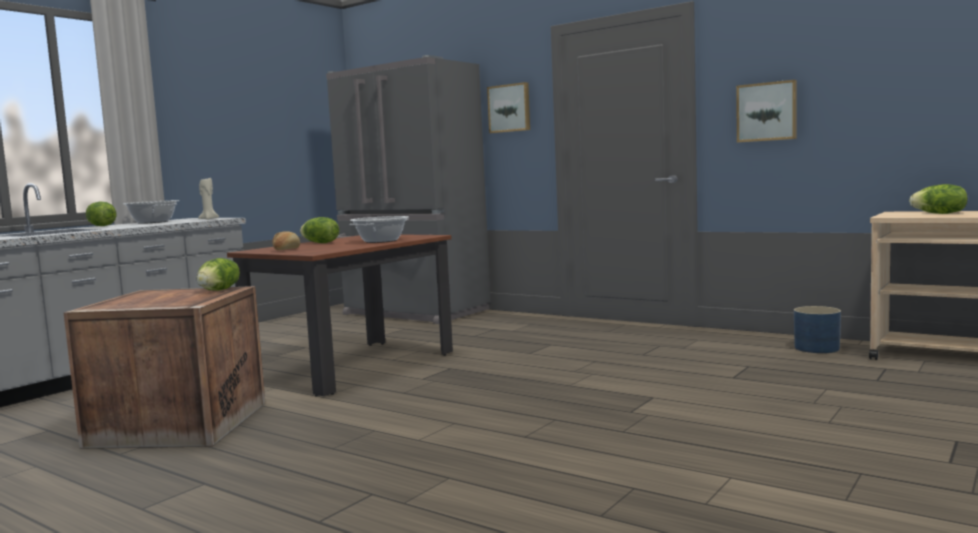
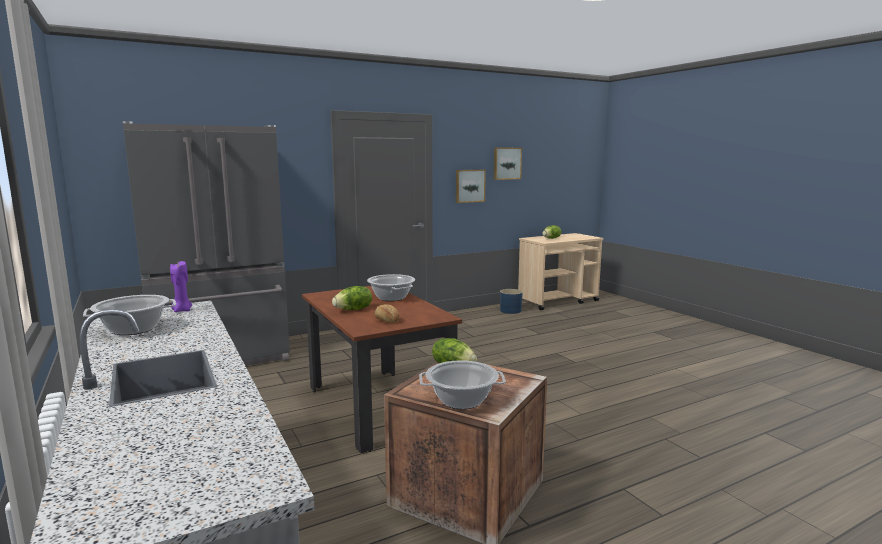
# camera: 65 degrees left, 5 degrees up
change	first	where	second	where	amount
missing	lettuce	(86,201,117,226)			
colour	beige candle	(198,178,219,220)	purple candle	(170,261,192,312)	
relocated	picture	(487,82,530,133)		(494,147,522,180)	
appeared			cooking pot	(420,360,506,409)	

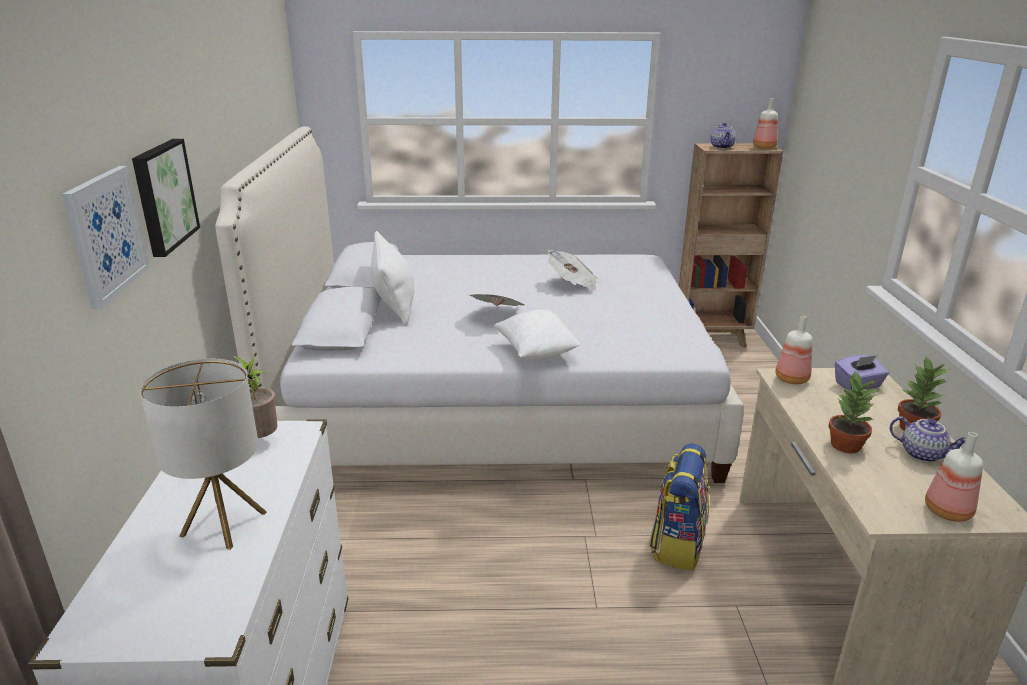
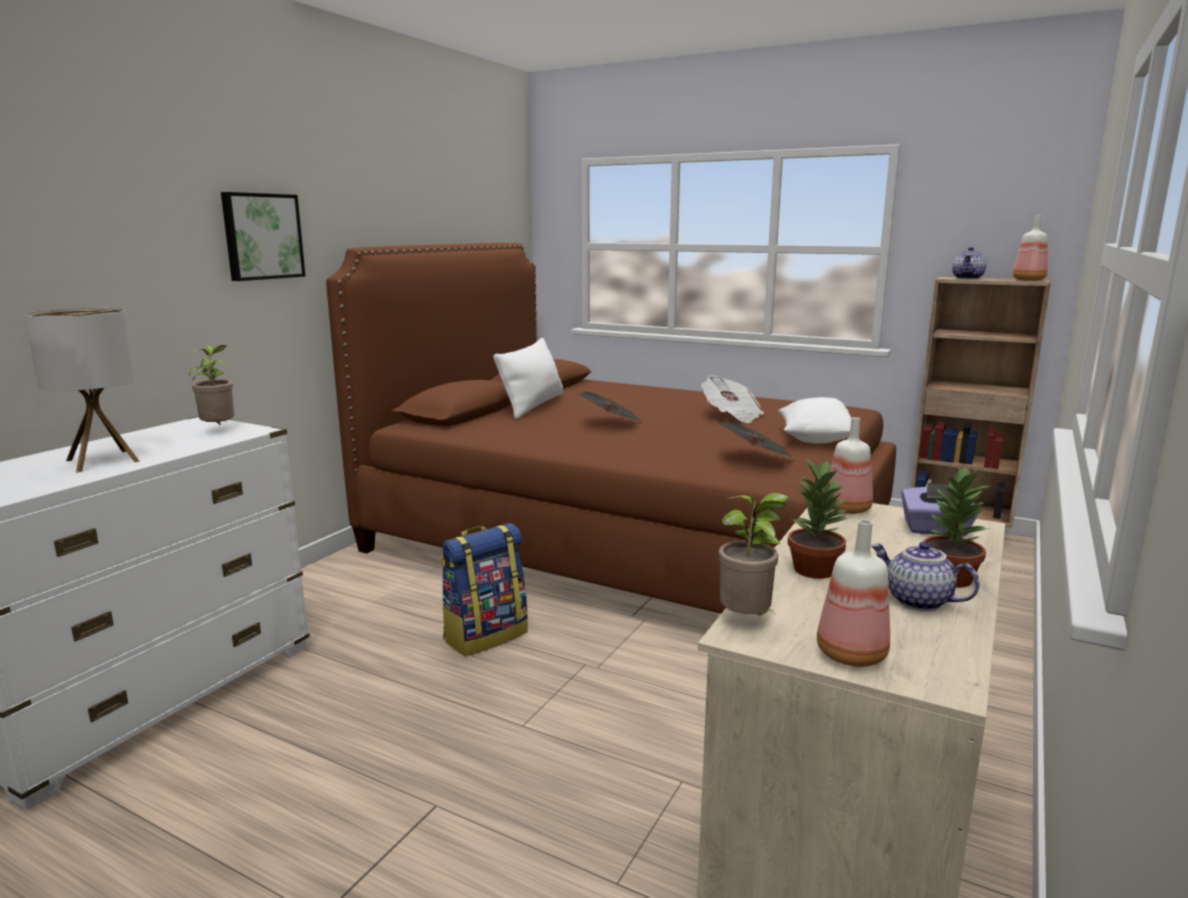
# camera: 30 degrees right, 10 degrees down
change	first	where	second	where	amount
missing	picture	(62,166,150,309)			
colour	white bed	(215,126,744,483)	brown bed	(326,243,896,614)	
relocated	white pillow	(493,309,581,360)		(778,397,851,443)	
relocated	backpack	(649,444,709,571)		(440,523,527,656)	
spun	teapot	(890,417,966,462)		(871,542,980,611)	150 degrees clockwise
appeared			newspaper	(717,421,793,456)	
appeared			potted plant	(718,493,790,615)	

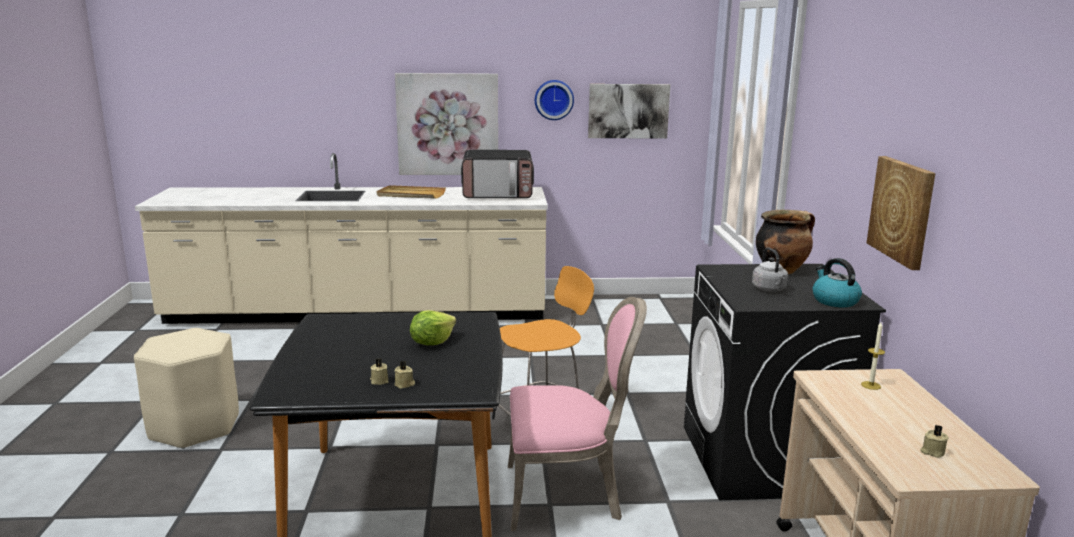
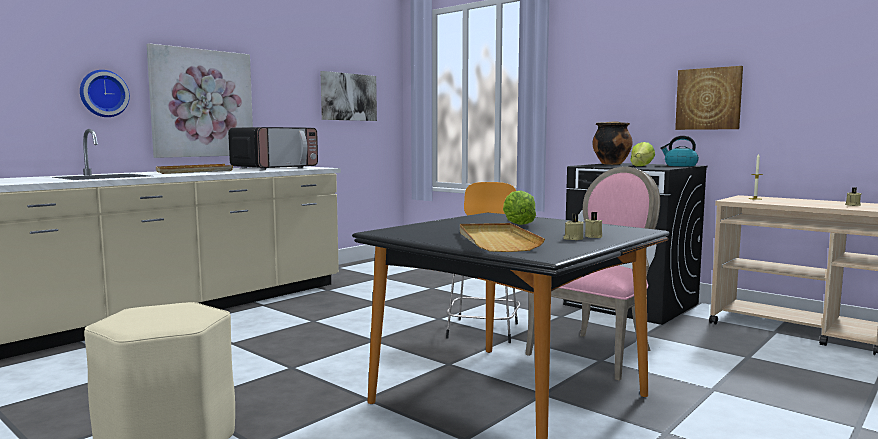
# camera: 45 degrees left, 10 degrees down
change	first	where	second	where	amount
relocated	wall clock	(535,80,574,120)		(80,70,130,117)	
exchanged	grey kettle	(752,247,788,292)	lettuce	(630,142,655,166)	
appeared			beige tray	(460,223,545,252)	

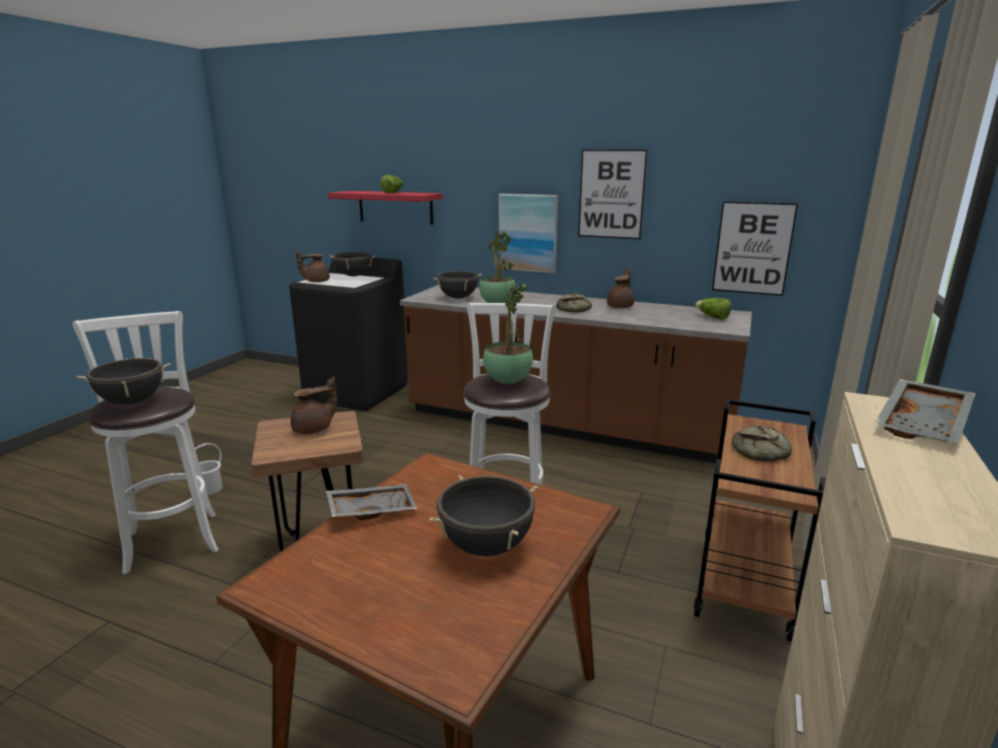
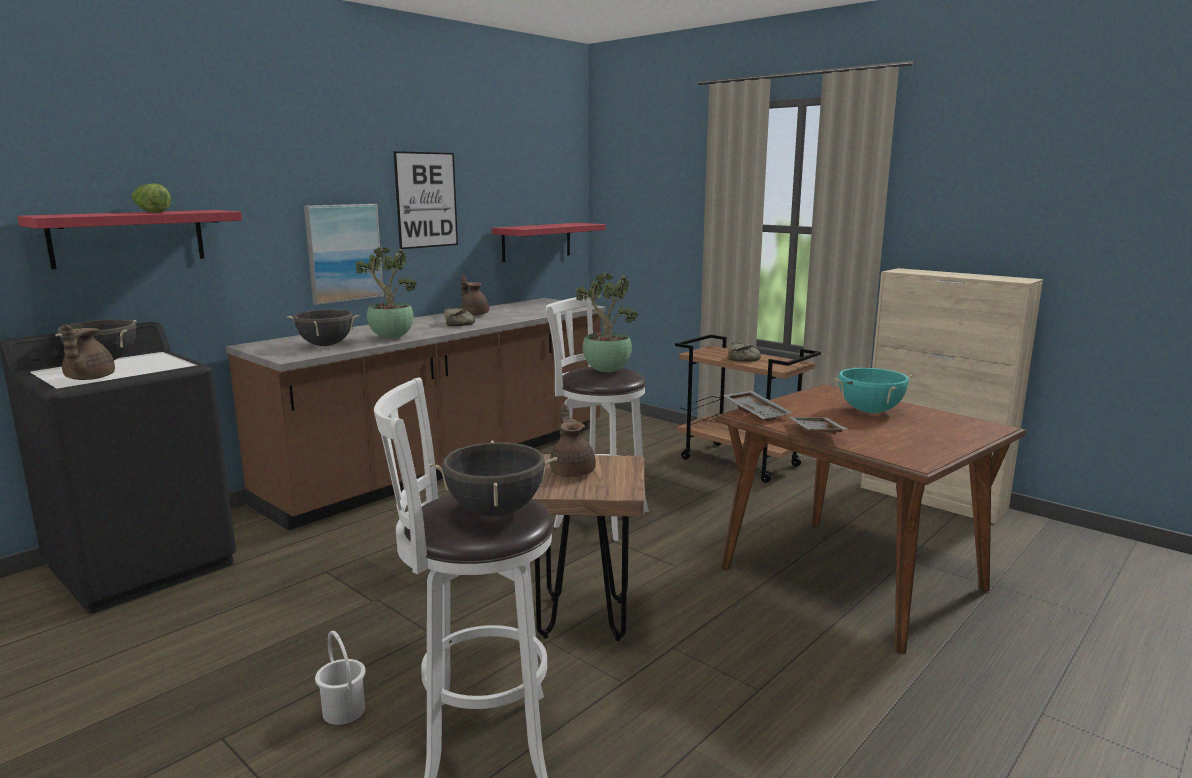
# camera: 70 degrees left, 5 degrees down
change	first	where	second	where	amount
colour	black cooking pot	(429,475,538,557)	turquoise cooking pot	(834,367,912,413)	
missing	lettuce	(695,298,731,320)			
exchanged	picture	(712,201,798,296)	red shelf	(492,223,606,262)	
relocated	grey tray	(874,379,976,443)		(723,390,793,422)	

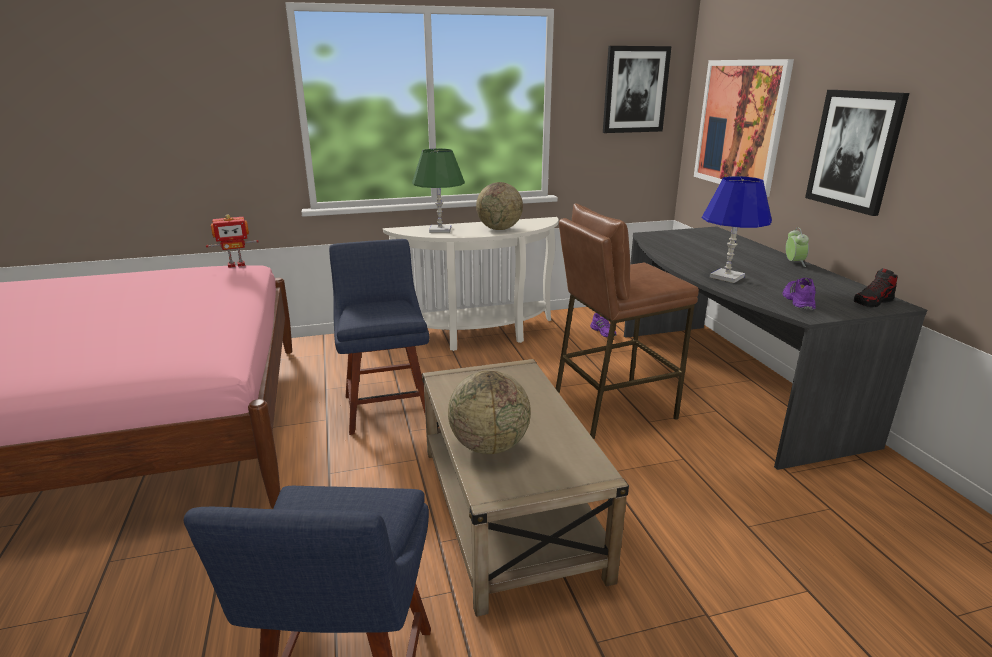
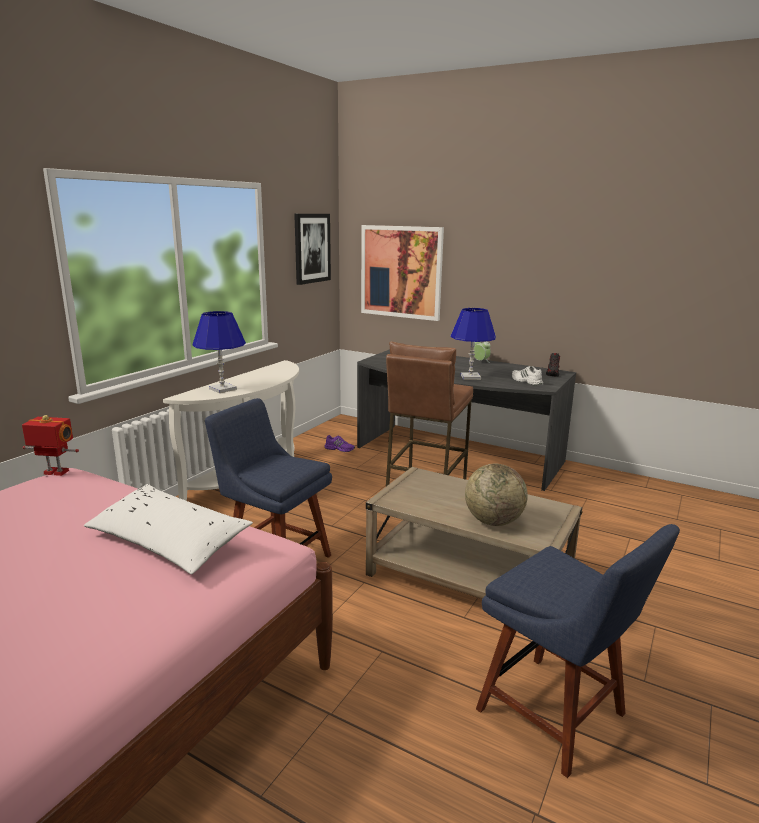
# camera: 45 degrees left, 5 degrees down
change	first	where	second	where	amount
spun	toy robot	(206,215,259,268)		(22,415,79,476)	105 degrees counterclockwise
colour	green table lamp	(412,148,465,233)	blue table lamp	(193,311,246,393)	
missing	globe	(476,182,523,230)			
colour	purple shoe	(782,278,816,310)	white shoe	(512,366,543,385)	
missing	picture	(805,90,909,216)			
appeared			white pillow	(84,484,253,574)	

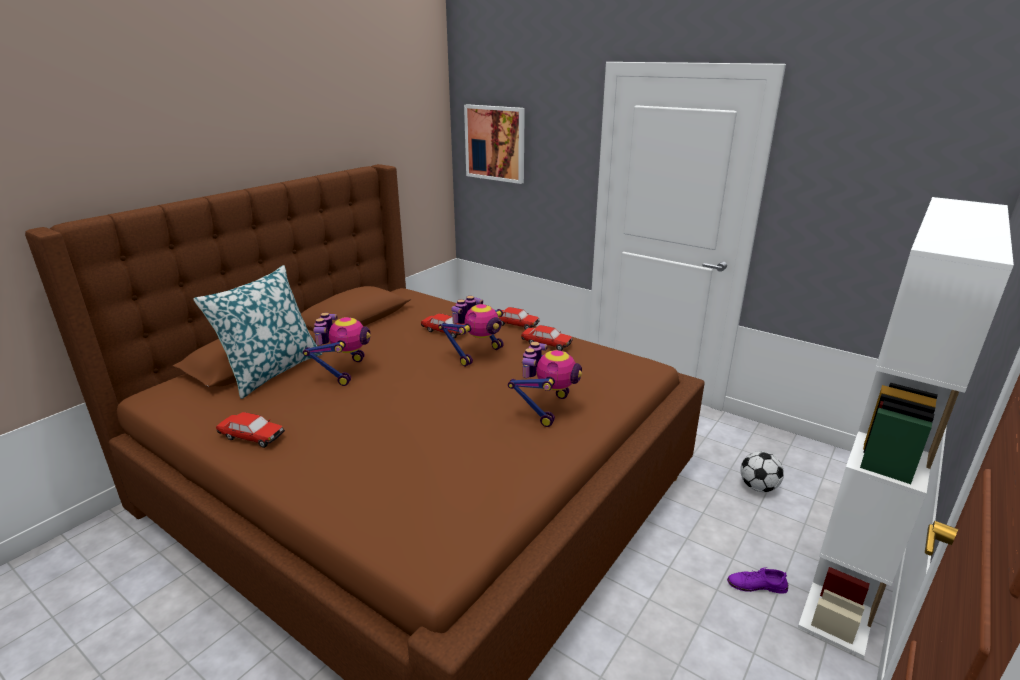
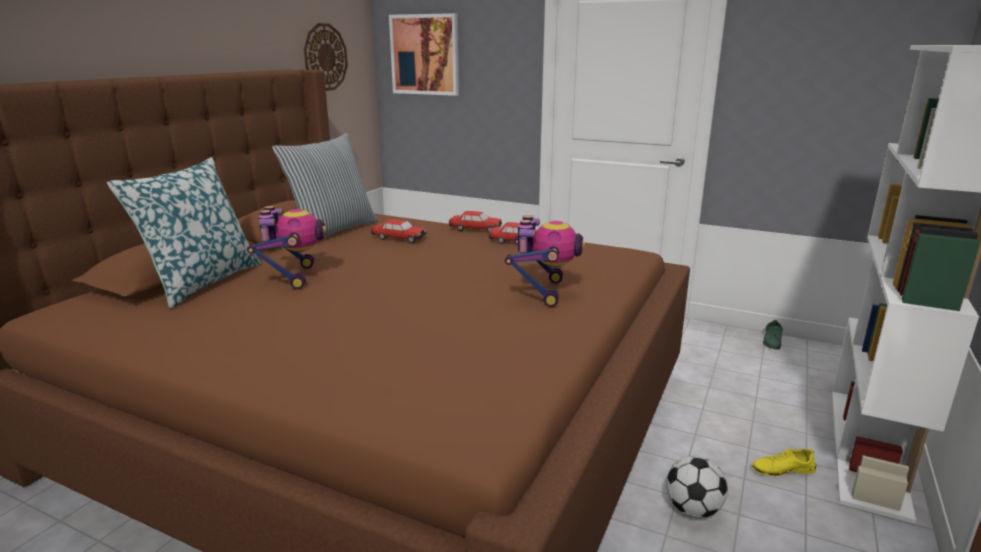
# camera: 10 degrees left, 5 degrees down
change	first	where	second	where	amount
missing	toy car	(216,412,285,448)			
missing	toy robot	(439,296,504,367)			
colour	purple shoe	(727,567,788,594)	yellow shoe	(752,447,816,476)	
relocated	football	(740,451,784,492)		(666,456,728,518)	
appeared			pillow	(272,133,378,241)	
appeared			wall clock	(304,23,348,91)	
appeared			green shoe	(763,320,783,350)	

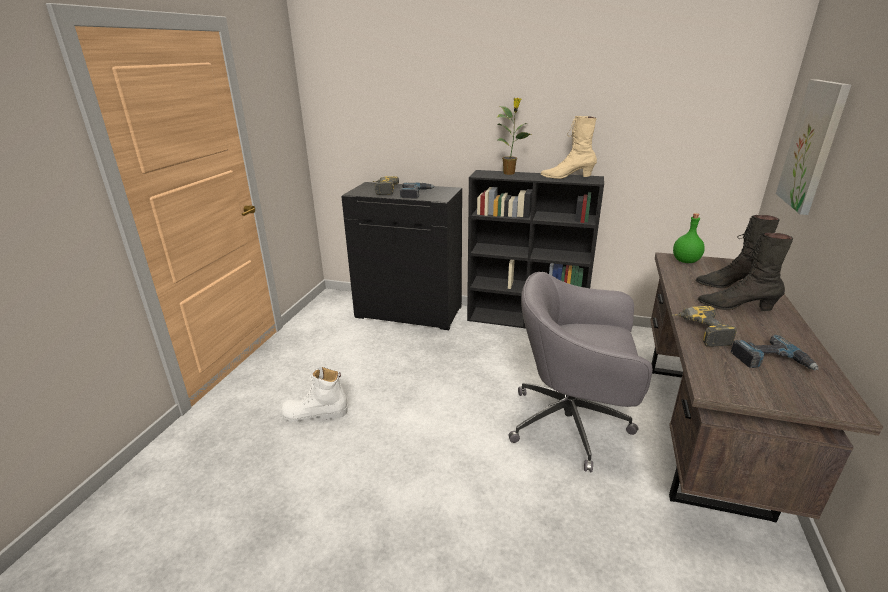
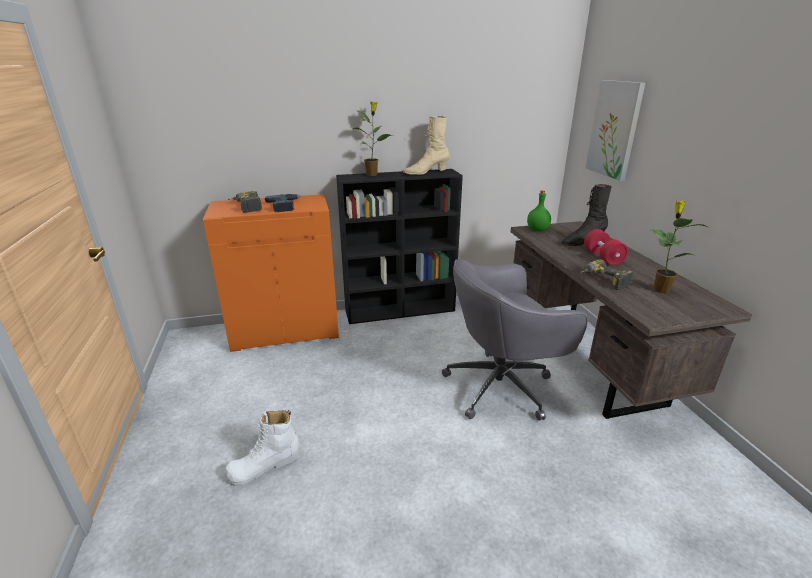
# camera: 30 degrees left, 0 degrees up
change	first	where	second	where	amount
colour	black cabinet	(341,182,462,330)	orange cabinet	(203,194,339,352)	
exchanged	black boot	(697,232,793,311)	red dumbbell	(584,229,628,266)	
exchanged	power drill	(731,335,819,370)	potted plant	(650,201,710,294)	

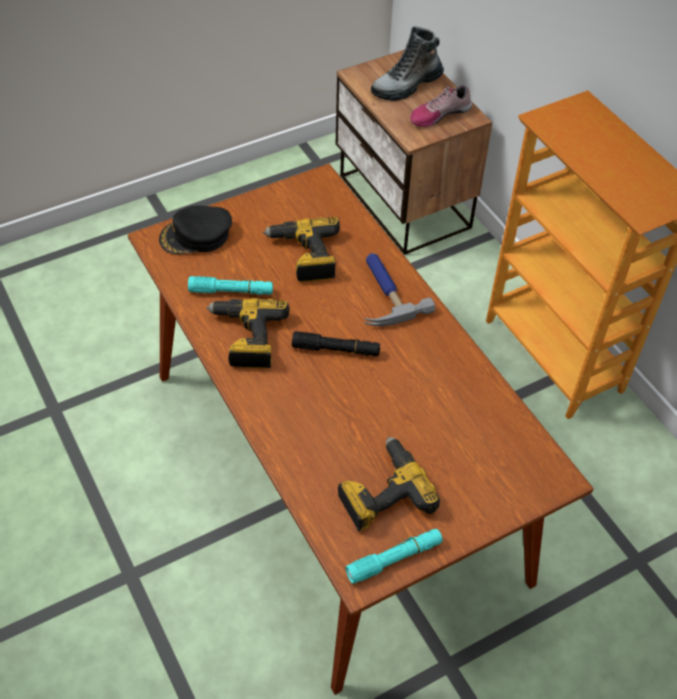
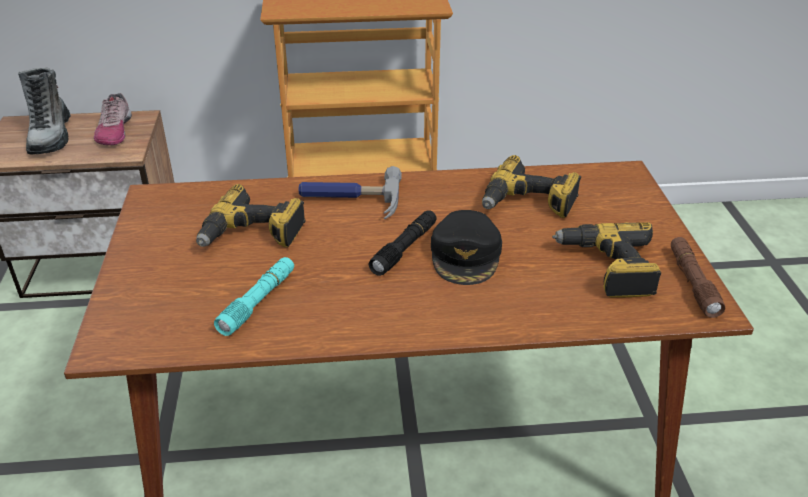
# camera: 65 degrees left, 15 degrees down
change	first	where	second	where	amount
relocated	black cap	(159,206,232,254)		(431,210,502,285)	
relocated	power drill	(206,298,290,368)		(482,155,581,218)	
colour	turquoise flashlight	(345,529,443,584)	brown flashlight	(671,237,725,318)	

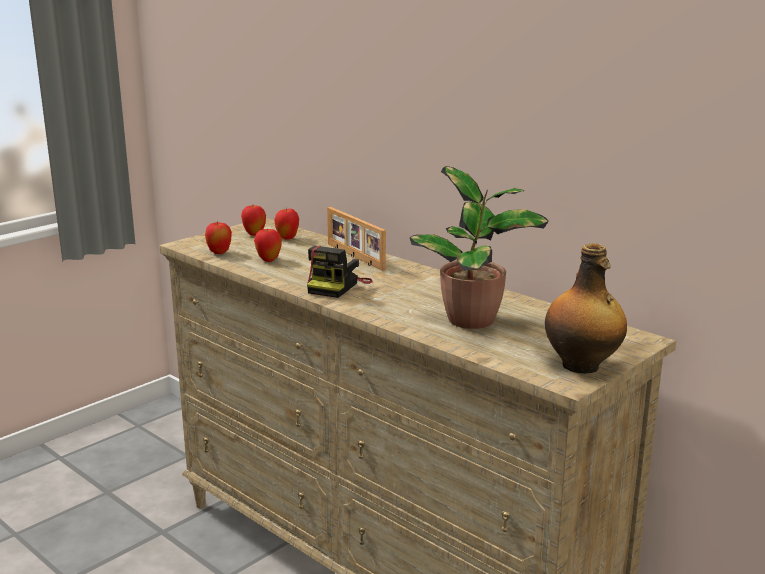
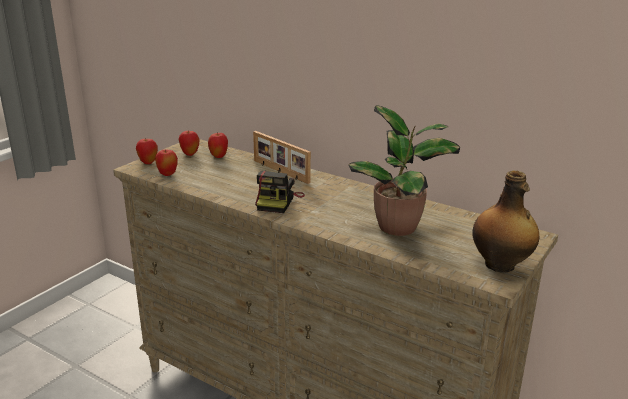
# camera: 10 degrees left, 5 degrees up
change	first	where	second	where	amount
relocated	apple	(254,227,282,262)		(136,139,158,164)	

